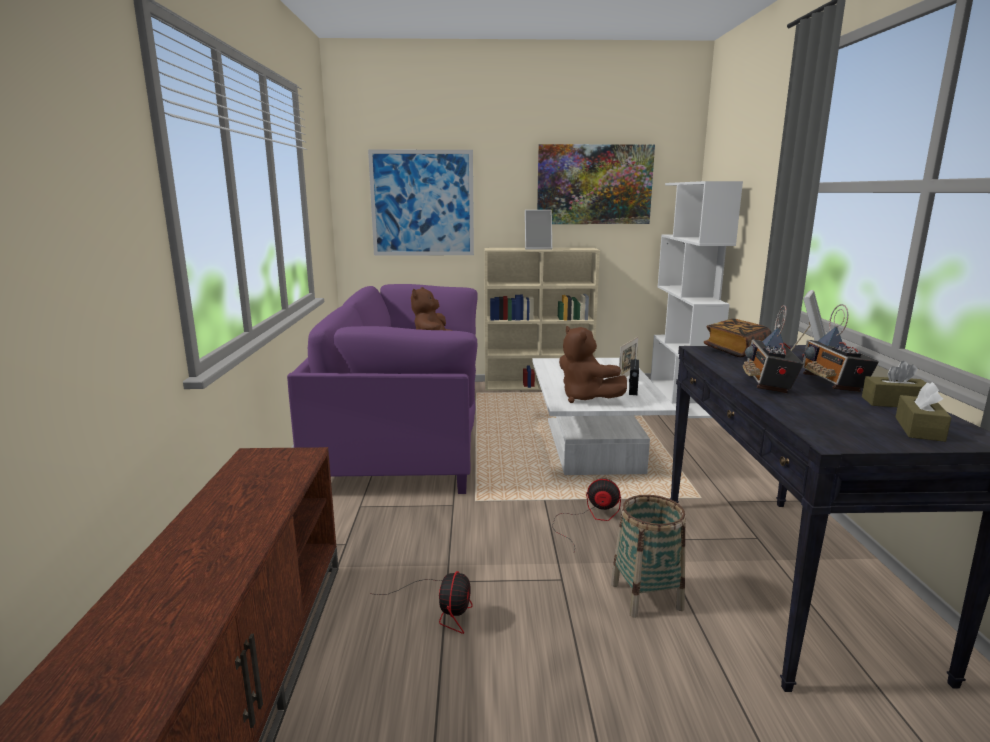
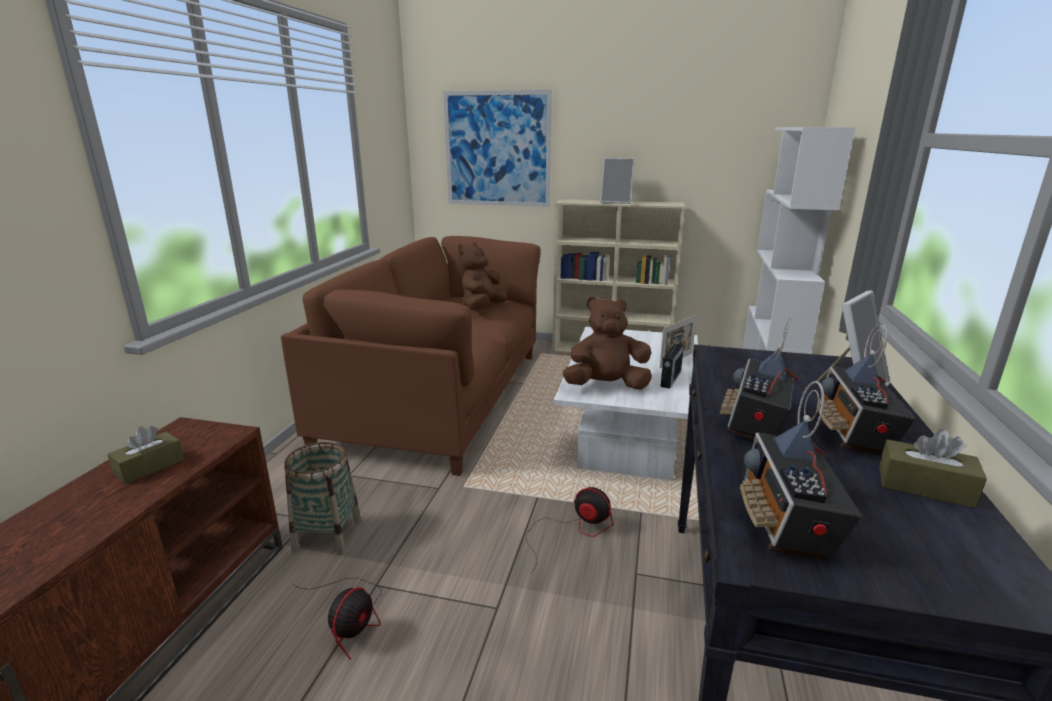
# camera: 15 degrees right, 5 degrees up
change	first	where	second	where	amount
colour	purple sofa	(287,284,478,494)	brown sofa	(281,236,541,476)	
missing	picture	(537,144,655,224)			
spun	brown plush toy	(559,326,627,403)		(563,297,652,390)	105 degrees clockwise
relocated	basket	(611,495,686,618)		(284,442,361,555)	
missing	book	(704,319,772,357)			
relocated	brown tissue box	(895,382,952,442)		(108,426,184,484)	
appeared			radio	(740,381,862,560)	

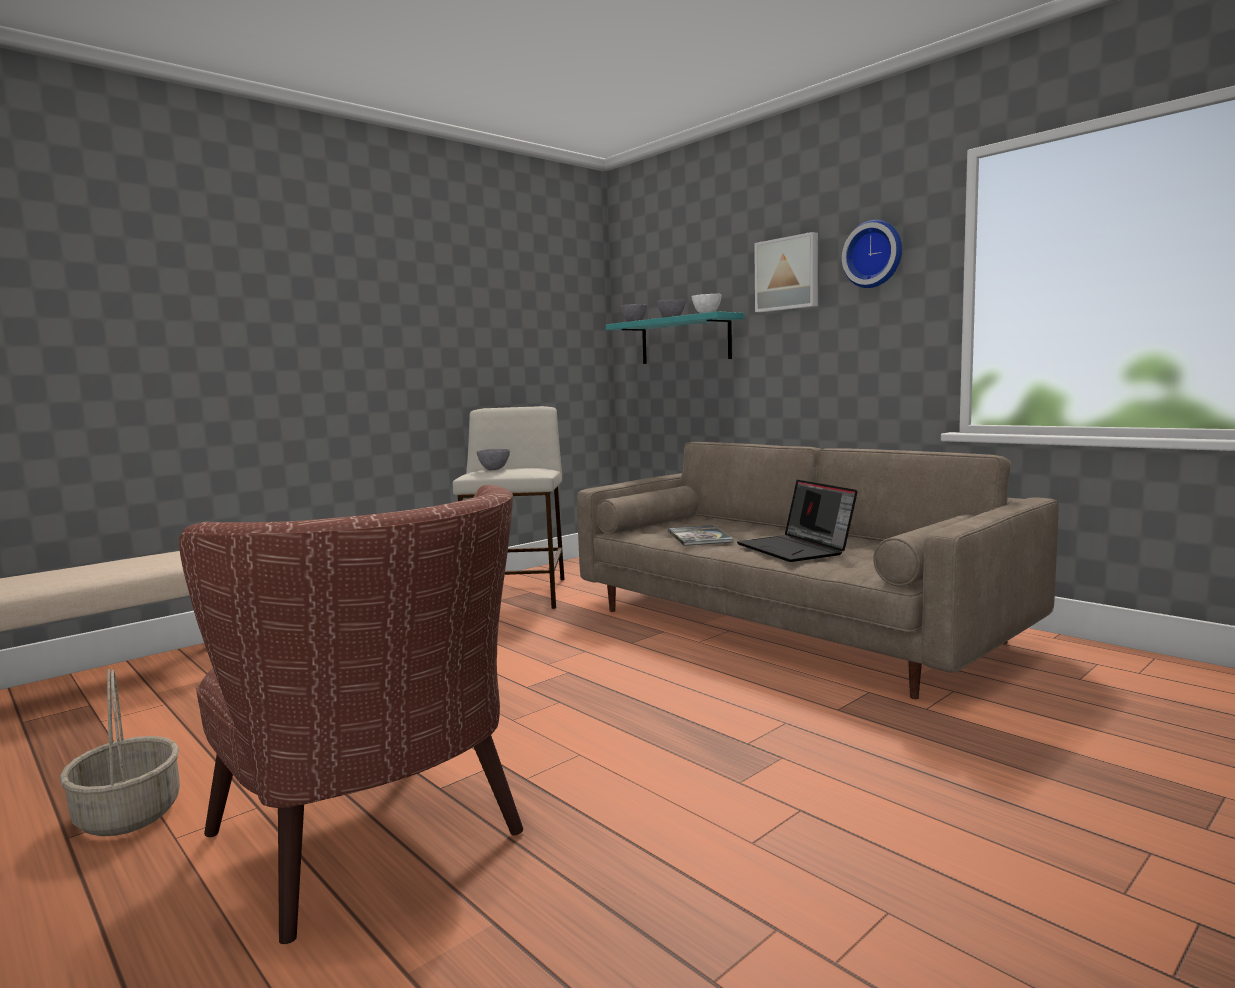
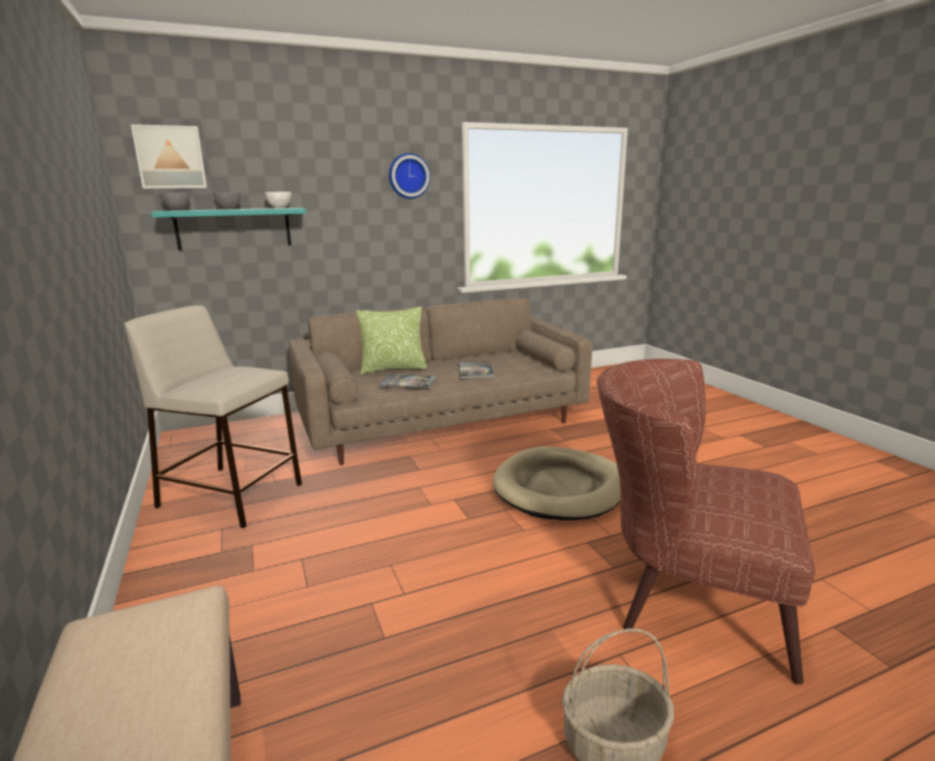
# camera: 70 degrees left, 10 degrees up
change	first	where	second	where	amount
spun	brown armchair	(179,485,523,944)		(597,359,815,685)	135 degrees counterclockwise
missing	grey bowl	(477,449,510,470)			
exchanged	laptop	(737,480,858,562)	book	(458,361,494,379)	
relocated	picture	(754,232,818,312)		(131,124,207,189)	
appeared			pillow	(356,307,427,374)	
appeared			beige dog bed	(493,446,621,520)	

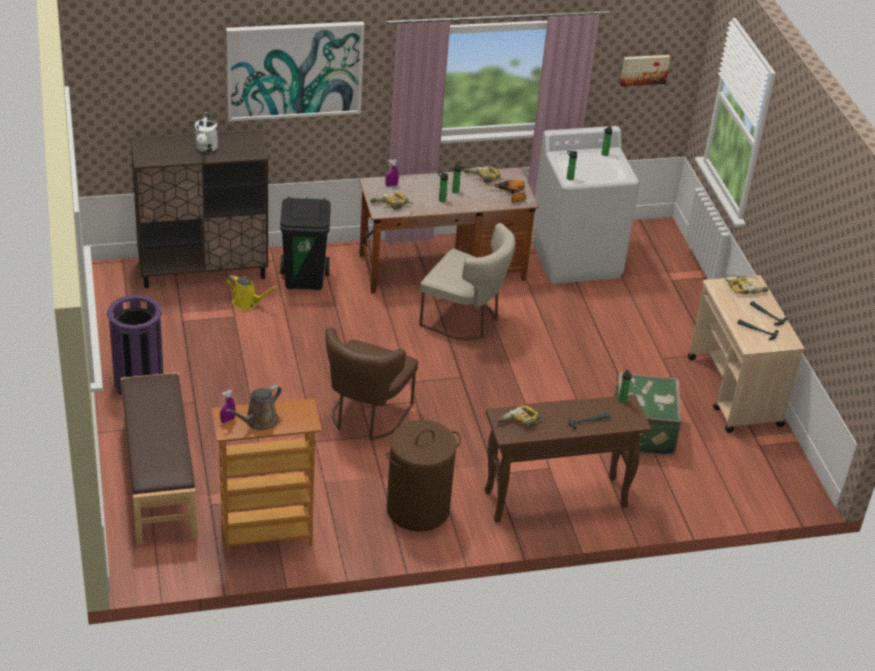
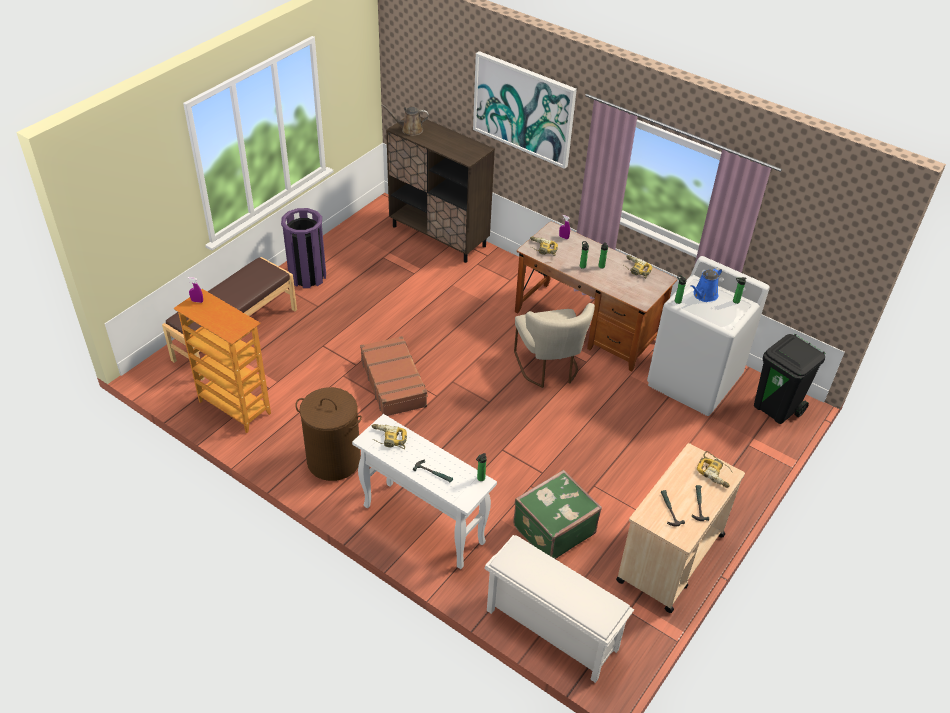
# camera: 50 degrees right, 5 degrees up
change	first	where	second	where	amount
missing	white watering can	(195,112,218,152)			
relocated	brown watering can	(225,384,282,431)		(381,105,429,136)	
missing	yellow watering can	(226,275,278,310)			
relocated	black trash can	(280,197,331,290)		(754,334,825,424)	
exchanged	brown chair	(325,327,418,440)	brown suitcase	(360,336,428,416)	
colour	brown console table	(484,394,651,522)	white console table	(352,414,497,569)	
missing	power drill	(489,180,526,202)			
missing	picture	(620,55,670,86)			
appeared			white shoe rack	(485,535,634,683)	
appeared			blue watering can	(690,267,722,302)	

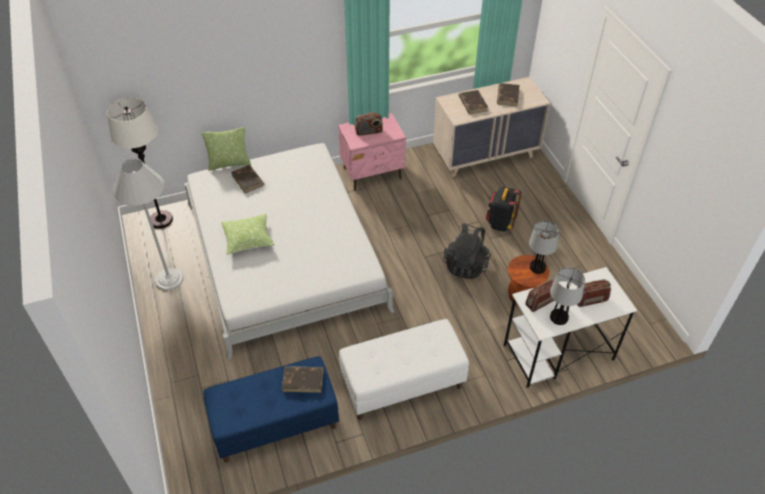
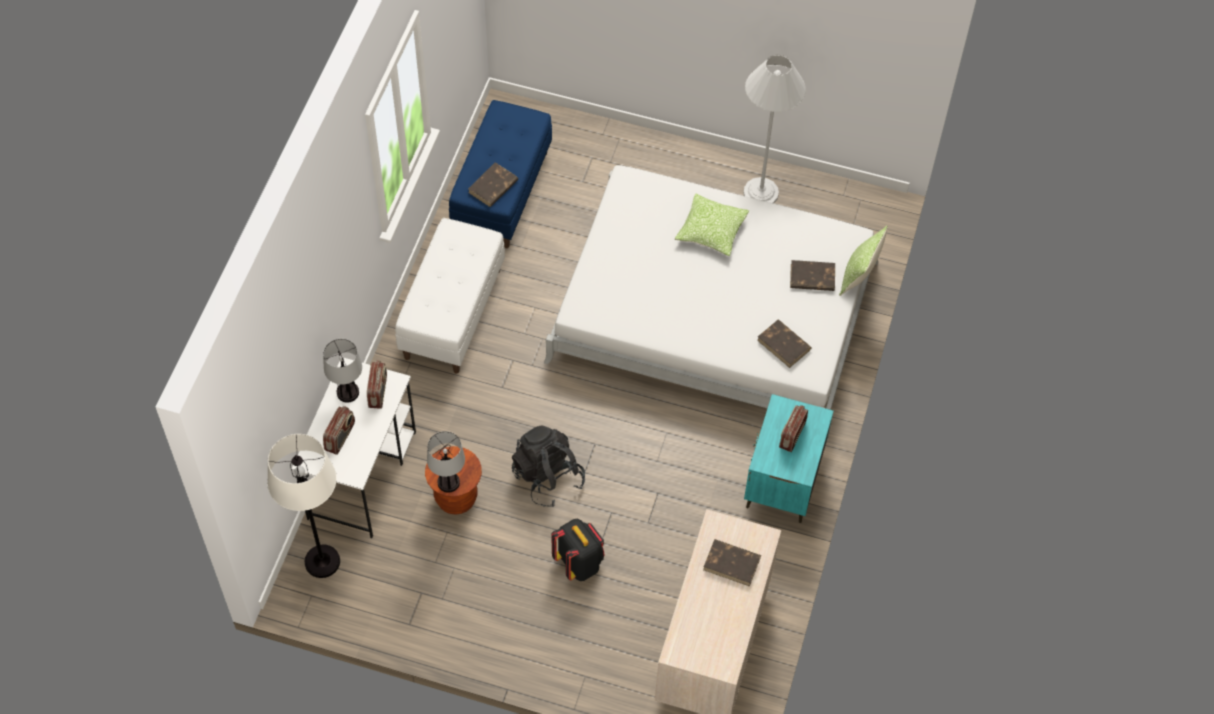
# camera: 125 degrees right, 10 degrees up
change	first	where	second	where	amount
relocated	white floor lamp	(107,98,173,228)		(267,434,340,578)	
colour	pink nightstand	(338,113,406,190)	turquoise nightstand	(744,394,834,523)	
relocated	brown book	(497,83,519,106)		(757,320,812,368)	

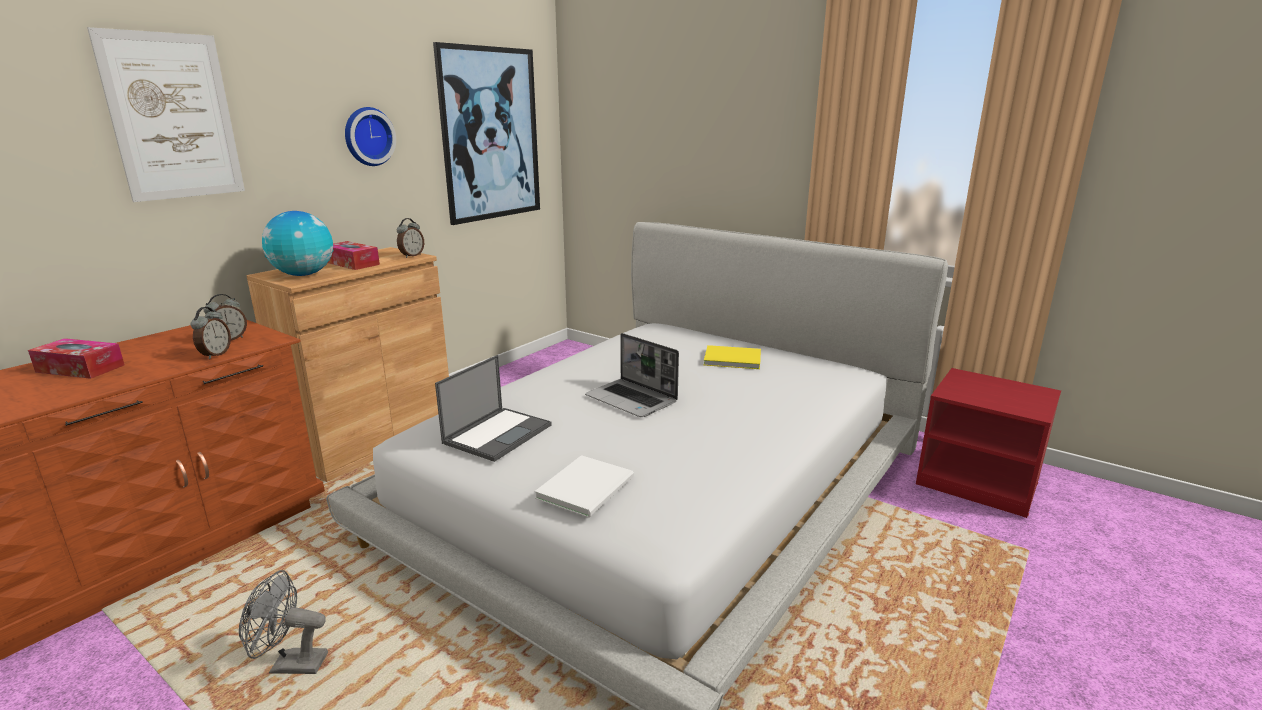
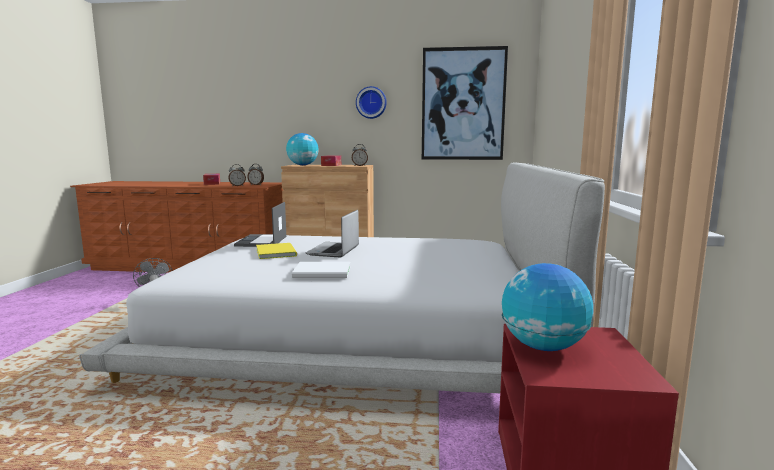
# camera: 60 degrees right, 10 degrees down
change	first	where	second	where	amount
missing	picture	(87,27,245,202)			
spun	laptop	(435,355,552,462)		(234,202,286,247)	90 degrees clockwise
relocated	white book	(535,455,634,517)		(292,262,350,278)	
relocated	yellow book	(704,345,761,369)		(256,243,297,259)	
appeared			globe	(502,263,593,351)	

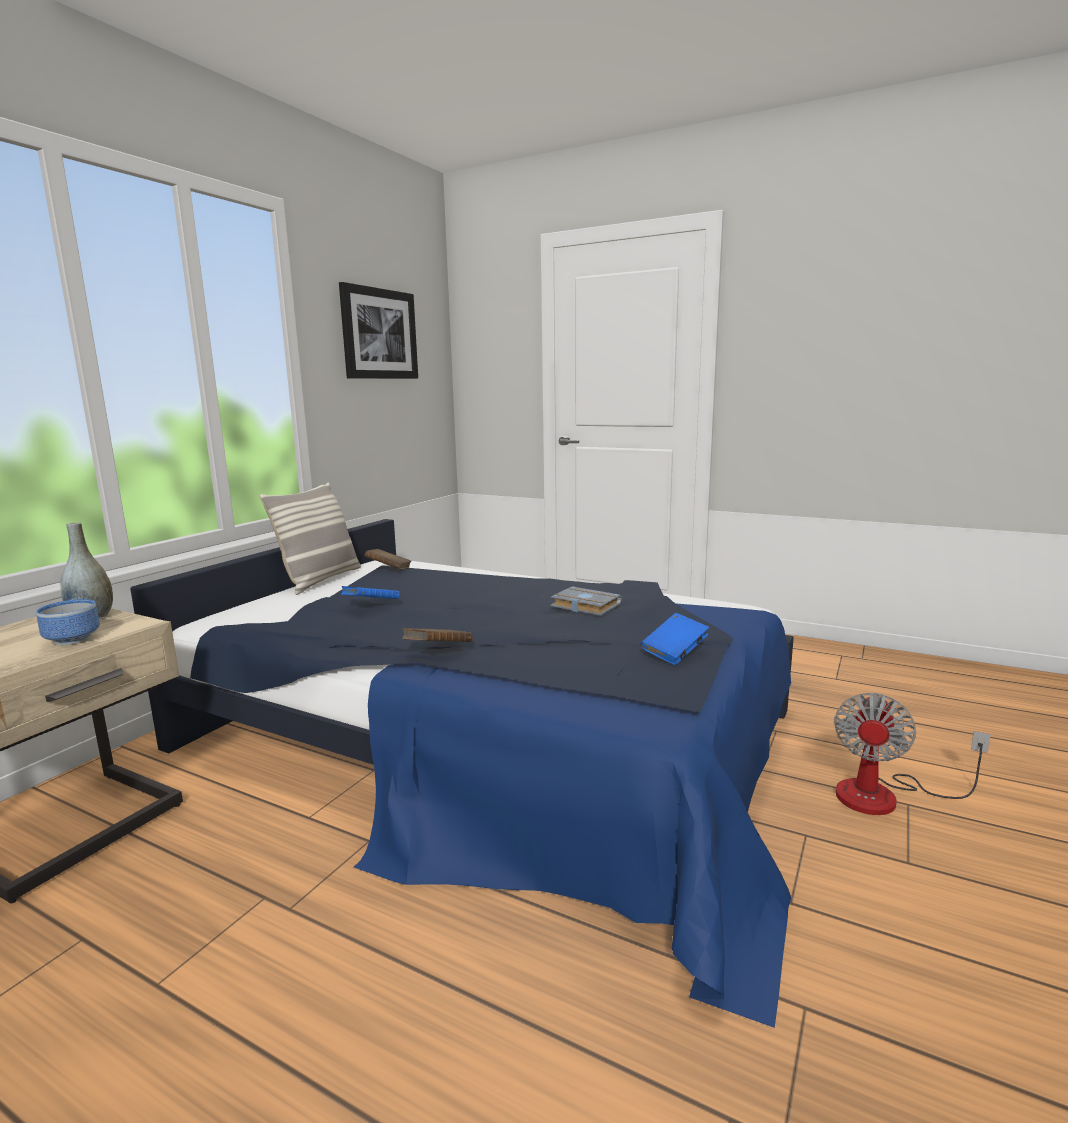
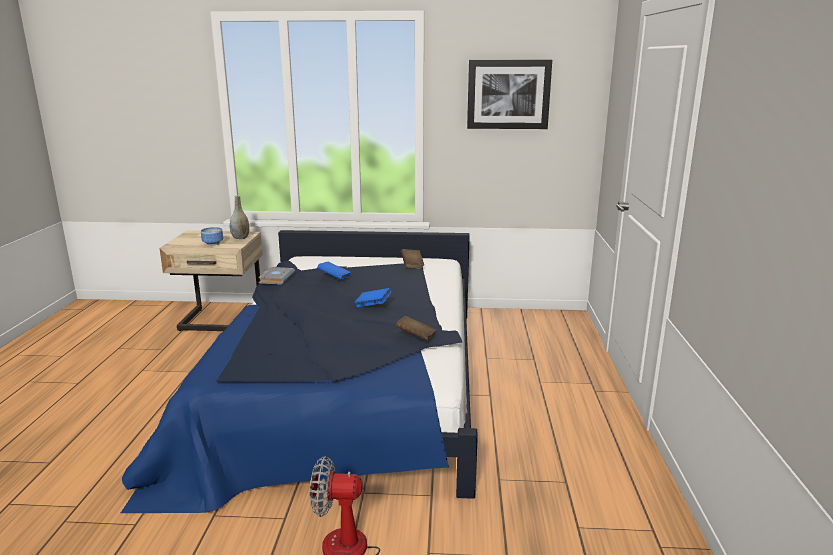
# camera: 65 degrees right, 5 degrees up
change	first	where	second	where	amount
missing	pillow	(260,483,361,595)			
relocated	brown book	(402,628,473,642)		(396,316,436,341)	
relocated	grey book	(551,586,622,616)		(258,267,295,285)	
relocated	blue book	(641,613,709,665)		(354,288,391,307)	

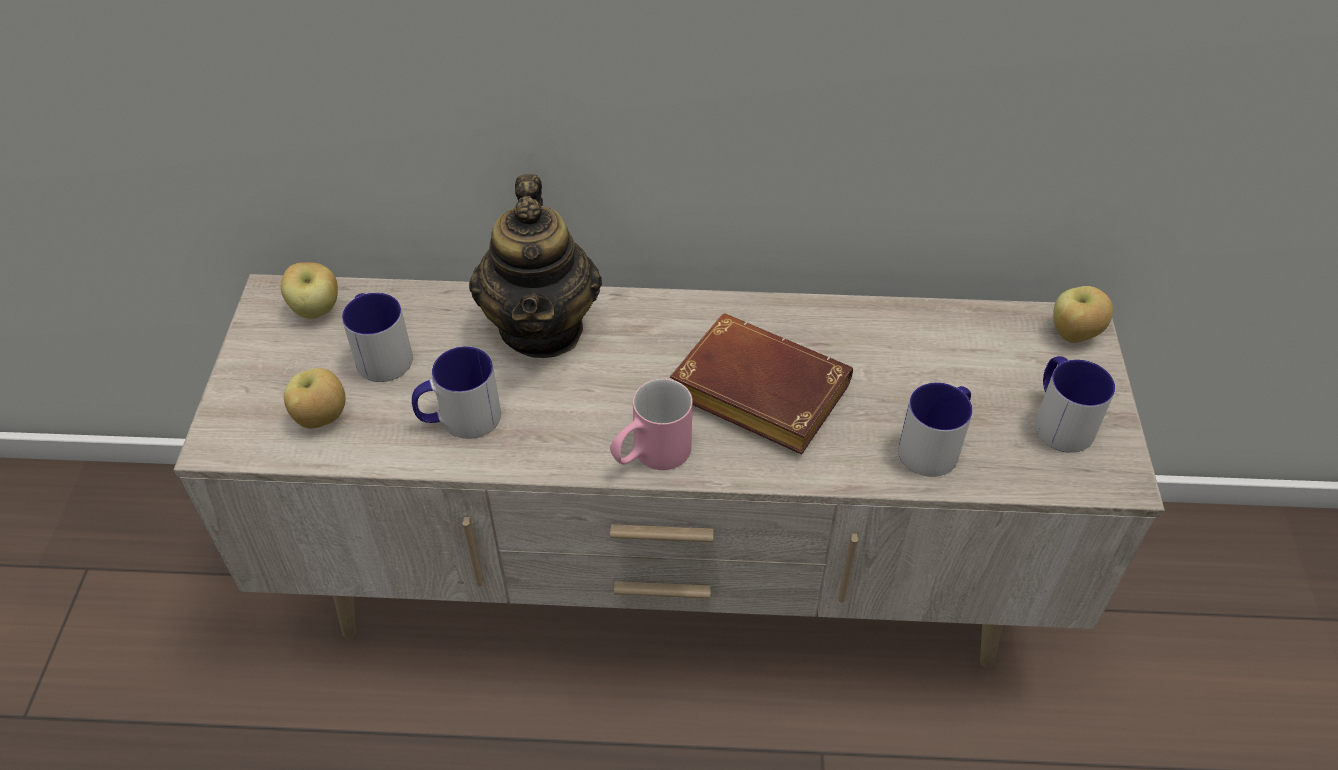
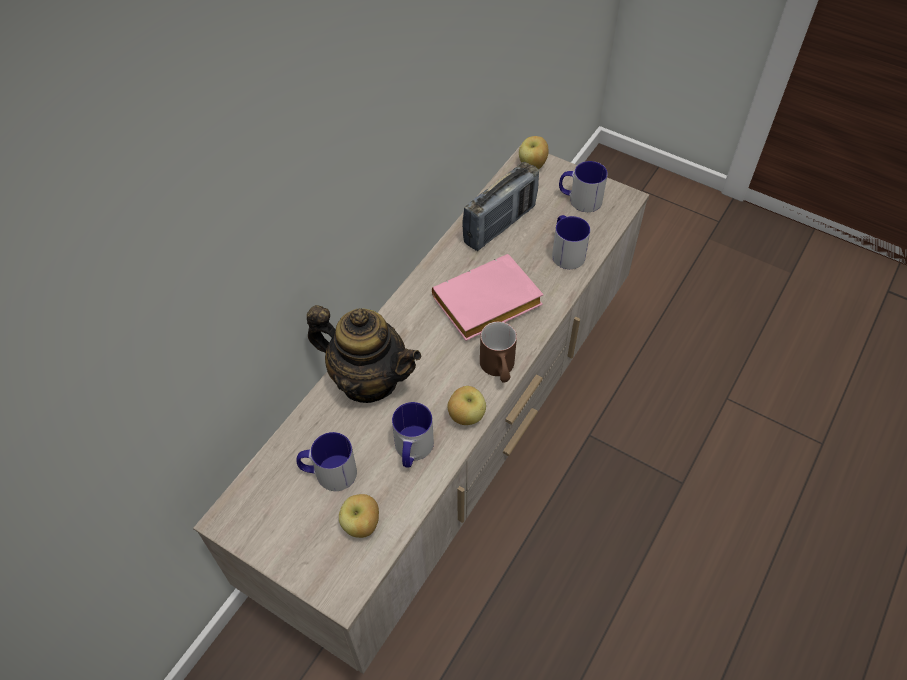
# camera: 60 degrees left, 5 degrees up
change	first	where	second	where	amount
relocated	apple	(281,263,338,319)		(447,386,486,425)	
colour	pink mug	(610,378,693,470)	brown mug	(480,322,517,383)	
colour	brown book	(670,313,853,455)	pink book	(432,254,544,341)	
appeared			radio	(462,162,539,251)	

